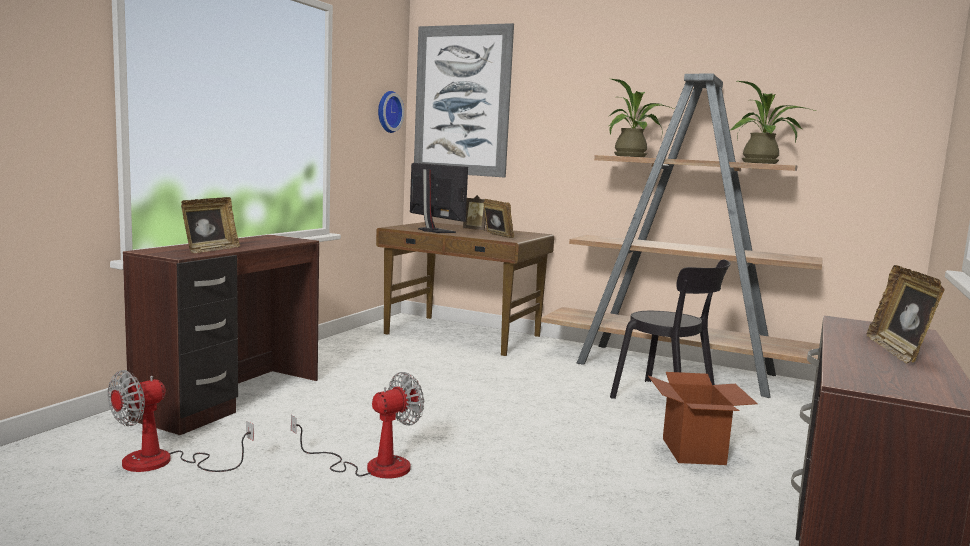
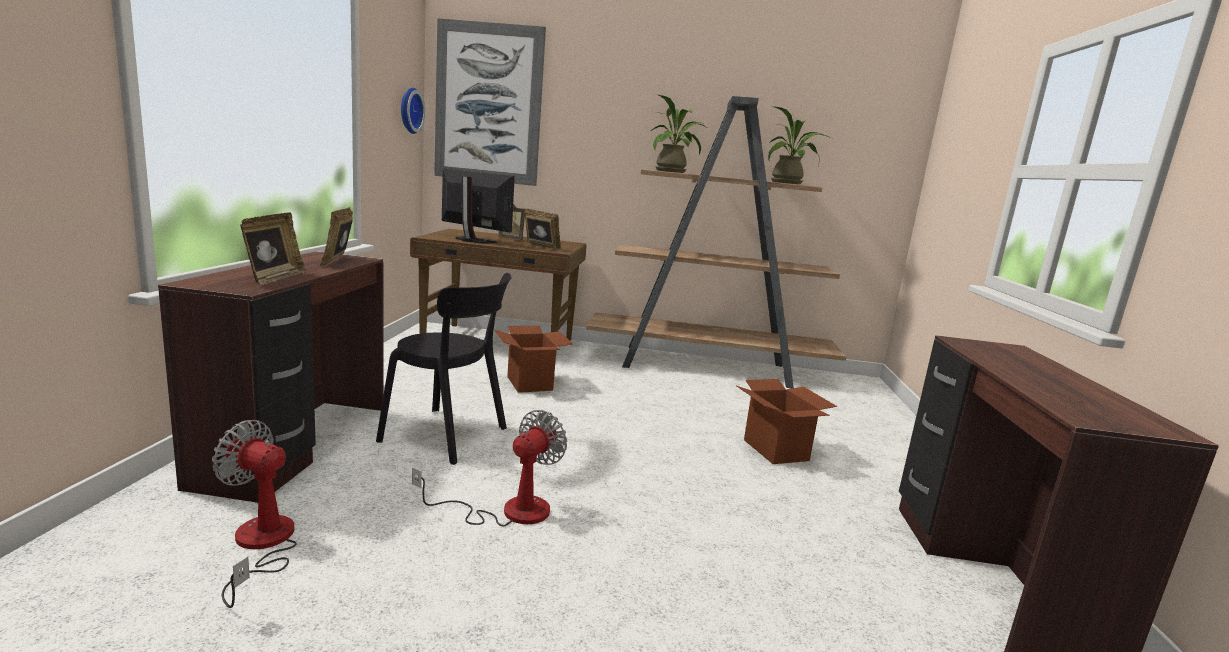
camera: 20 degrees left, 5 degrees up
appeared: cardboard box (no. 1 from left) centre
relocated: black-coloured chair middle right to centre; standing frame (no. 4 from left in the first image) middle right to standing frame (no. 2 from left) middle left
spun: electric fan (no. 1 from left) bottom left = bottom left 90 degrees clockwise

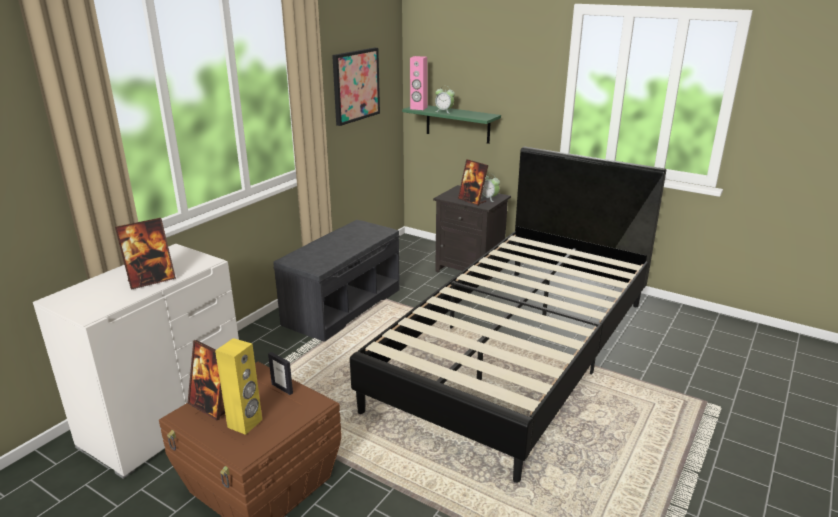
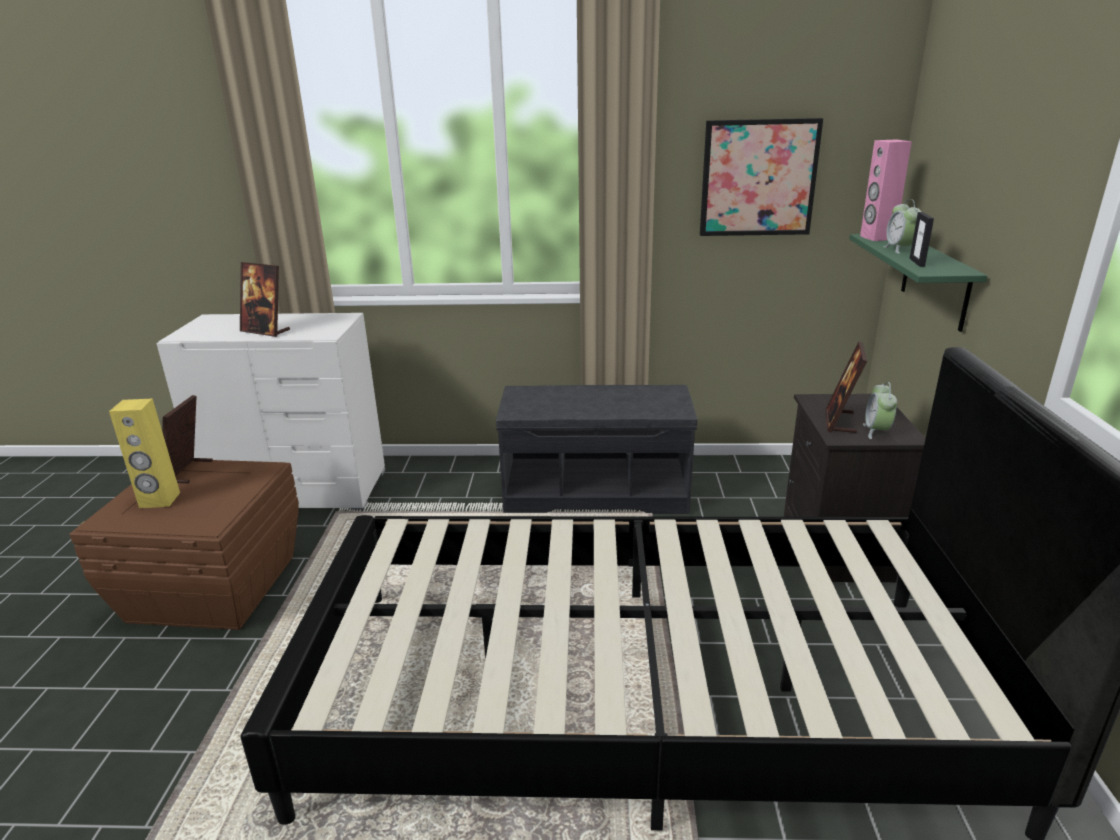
camera: 60 degrees right, 0 degrees up
relocated: standing frame (no. 3 from left in the first image) bottom centre to standing frame (no. 4 from left) top right

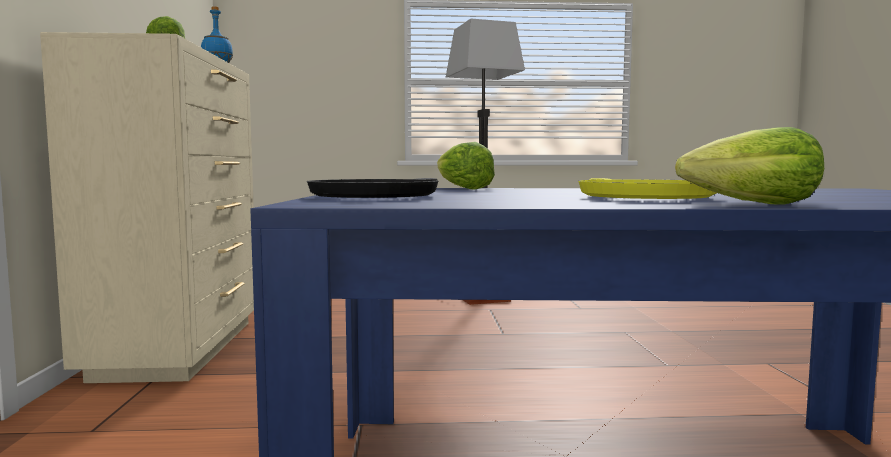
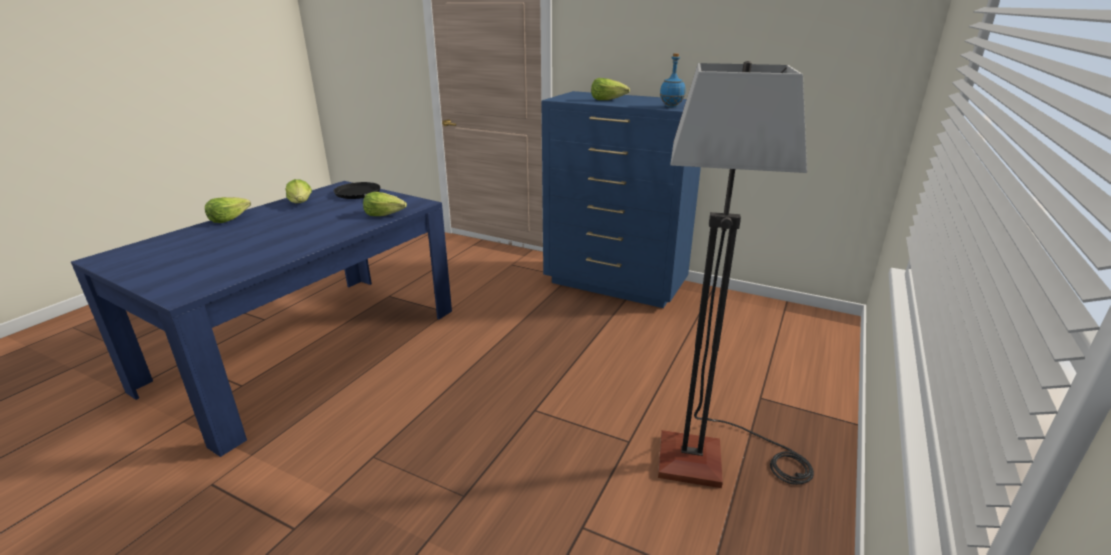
camera: 120 degrees right, 20 degrees up
missing: yellow-coloured pan middle right
appeared: lettuce (no. 2 from left) middle left
colour: beige chest of drawers middle left to bluish chest of drawers centre

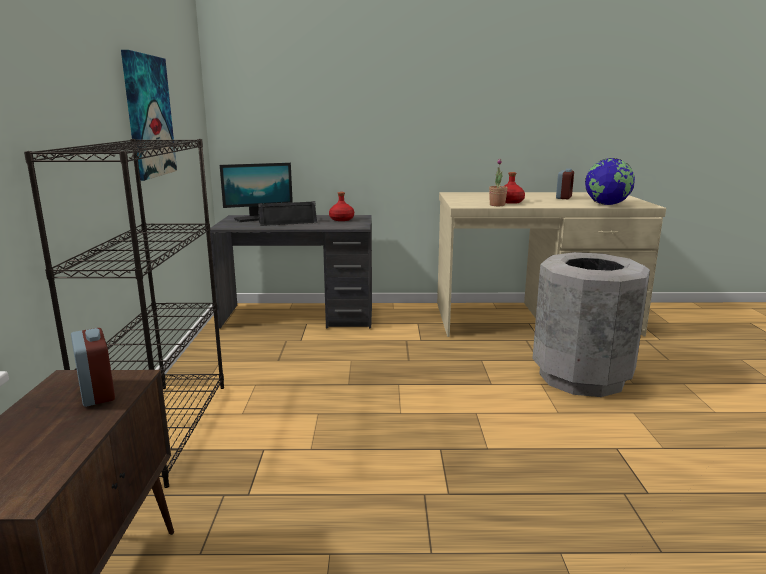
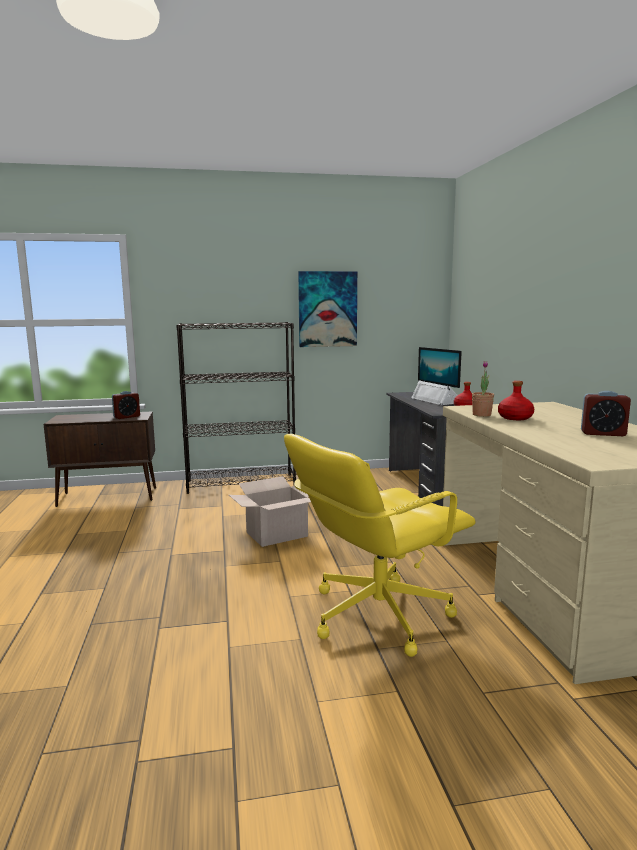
camera: 80 degrees right, 5 degrees down
missing: world globe top right
appeared: cardboard box centre
exchanged: greyish rubbish bin middle right to yellow-coloured desk chair centre
colour: black-coloured audio speaker centre to whitish audio speaker middle right

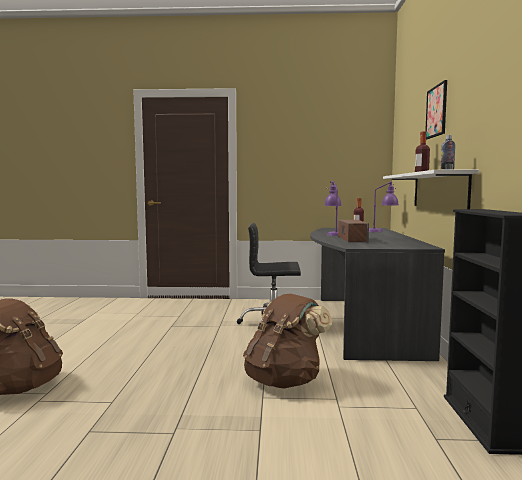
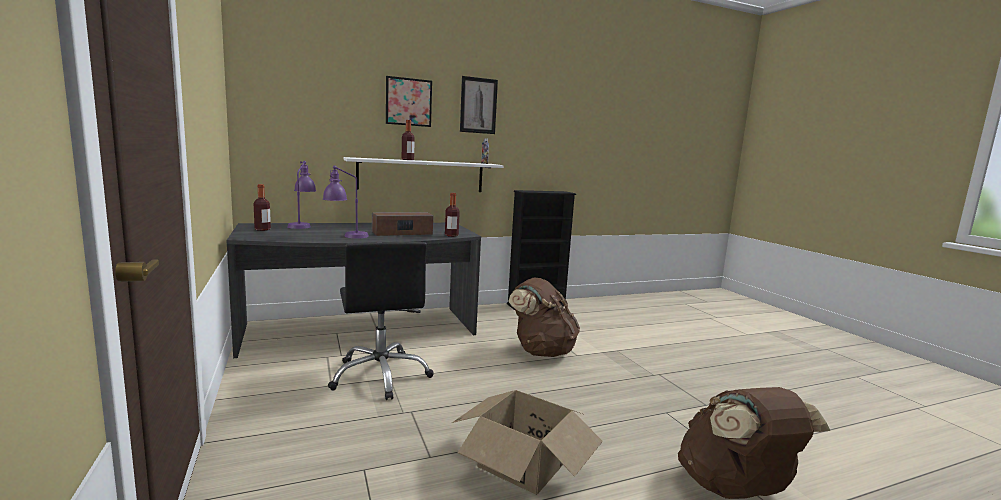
camera: 115 degrees left, 5 degrees up
appeared: drink bottle (no. 3 from left) centre; cardboard box bottom centre; wall art (no. 2 from left) top centre

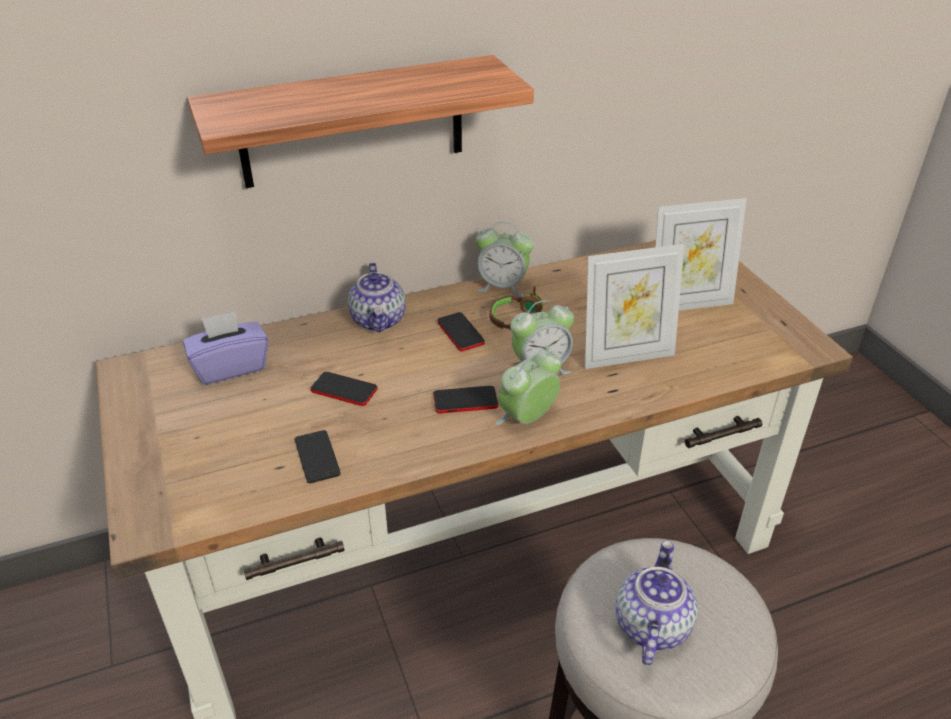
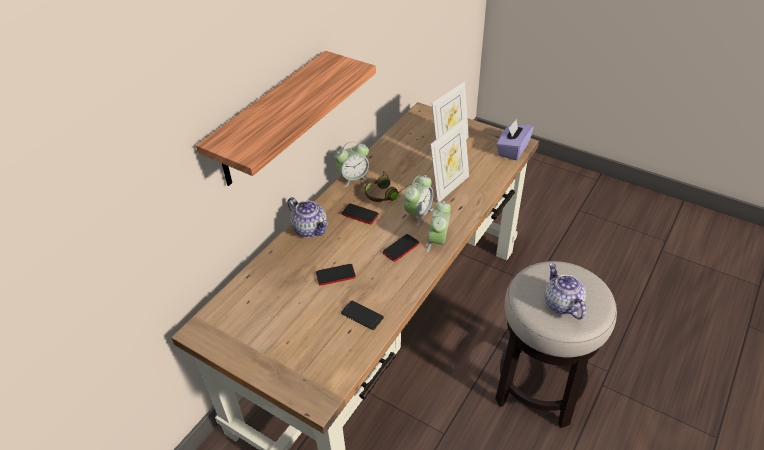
camera: 35 degrees left, 5 degrees up
relocated: purplish box of tissues middle left to top right

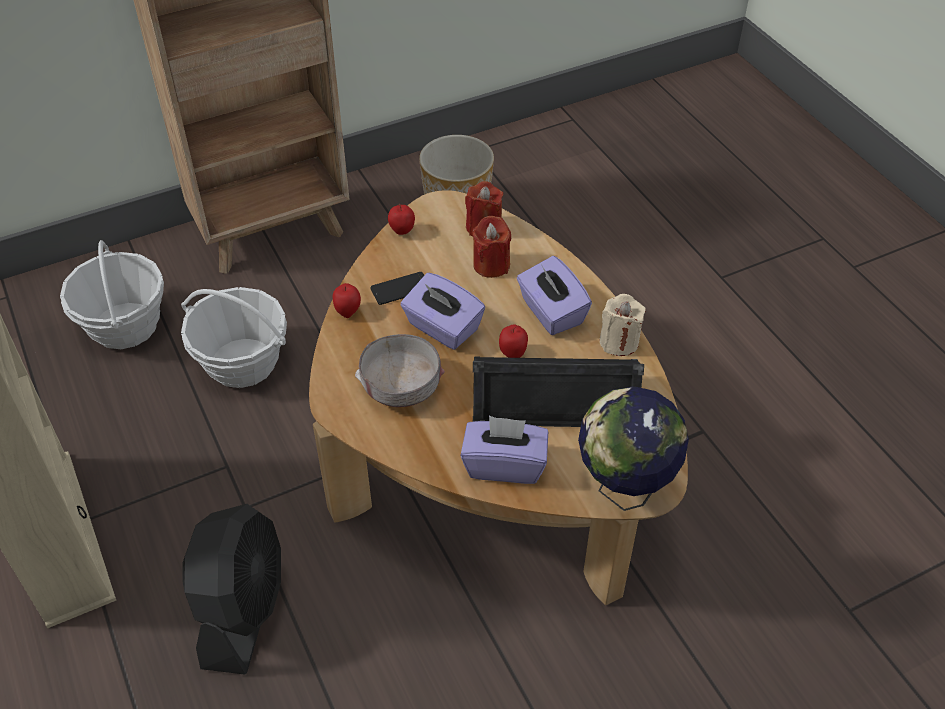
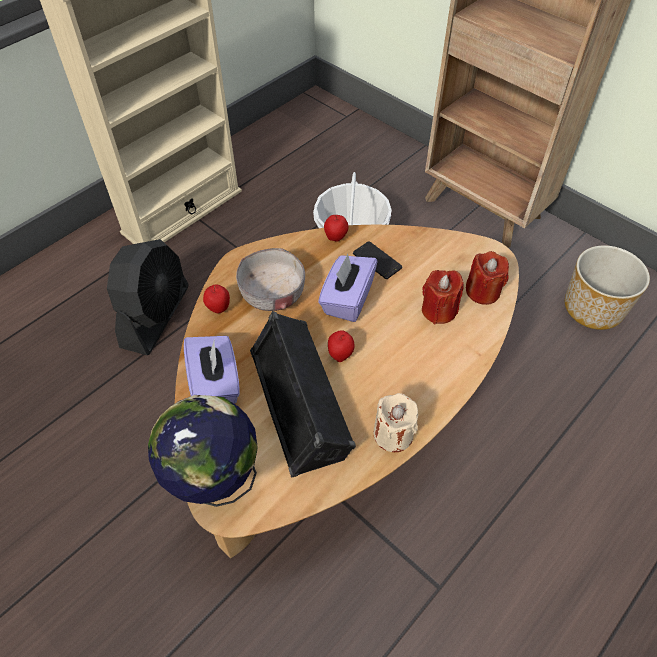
camera: 70 degrees right, 5 degrees up
missing: household basket (no. 1 from left) middle left; purplish box of tissues (no. 3 from left) centre
relocated: whole apple (no. 2 from left in the first image) top centre to whole apple (no. 1 from left) middle left
spun: black-coloured electric fan bottom left = middle left 60 degrees counterclockwise

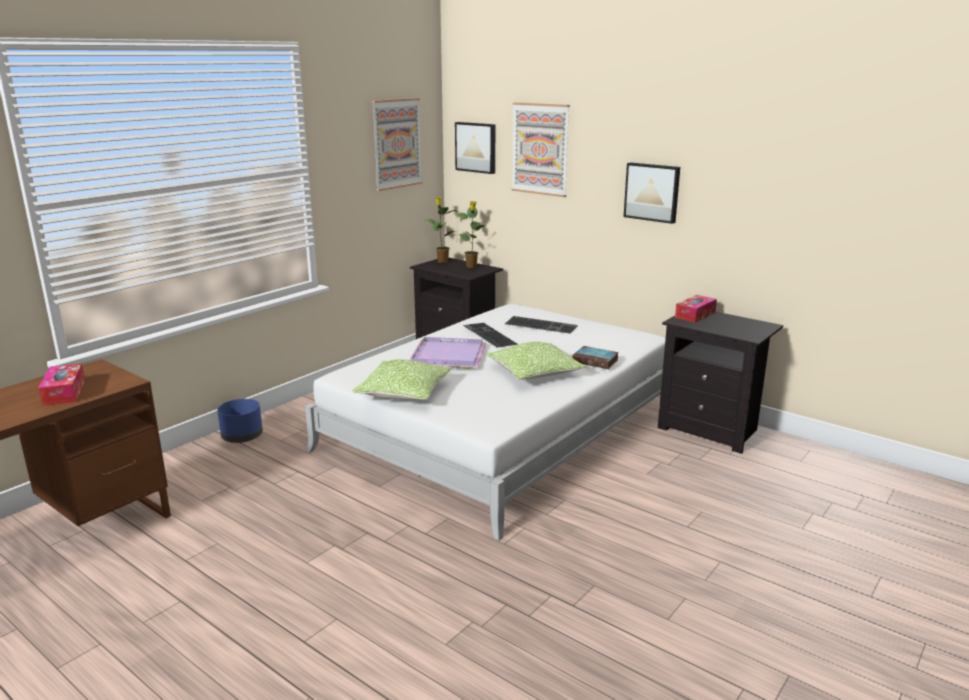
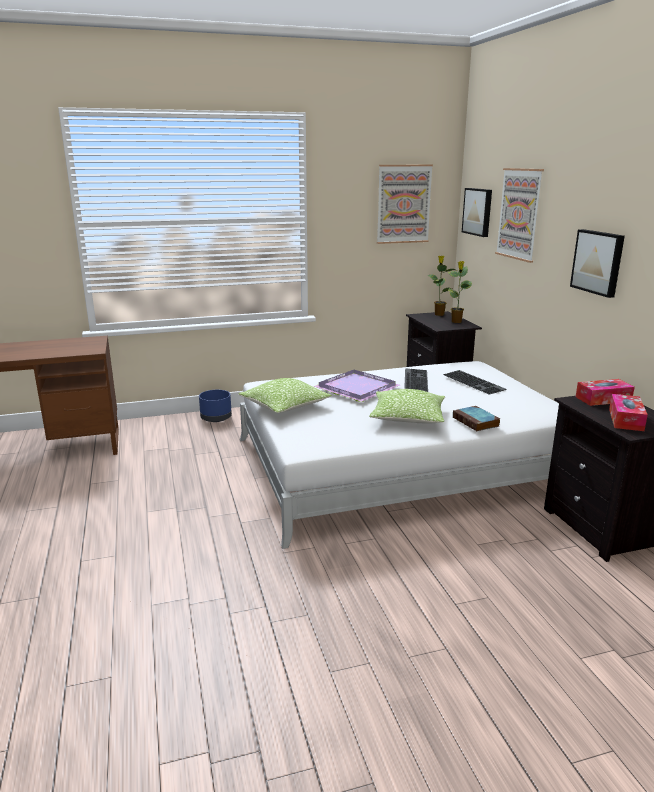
camera: 35 degrees right, 0 degrees up
relocated: box of tissues (no. 1 from left in the first image) middle left to box of tissues (no. 2 from left) middle right

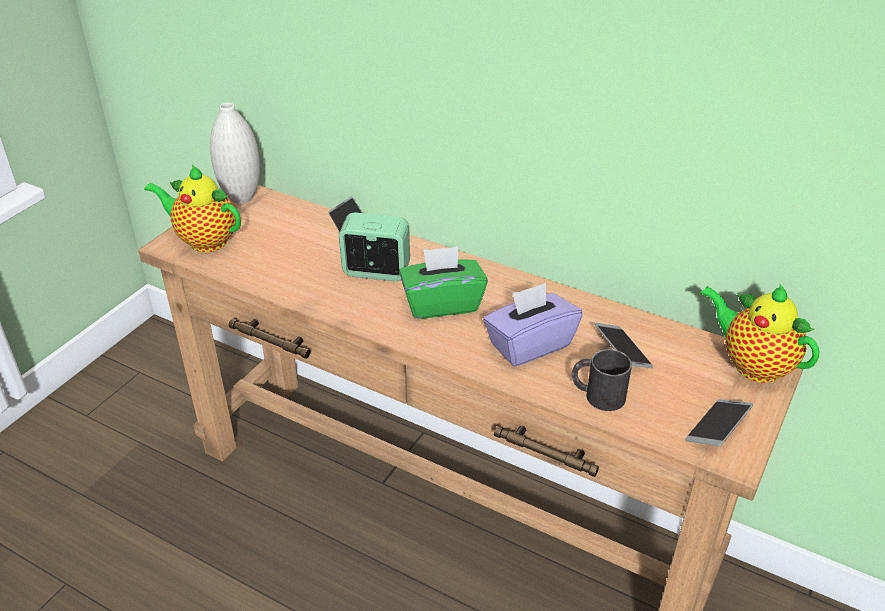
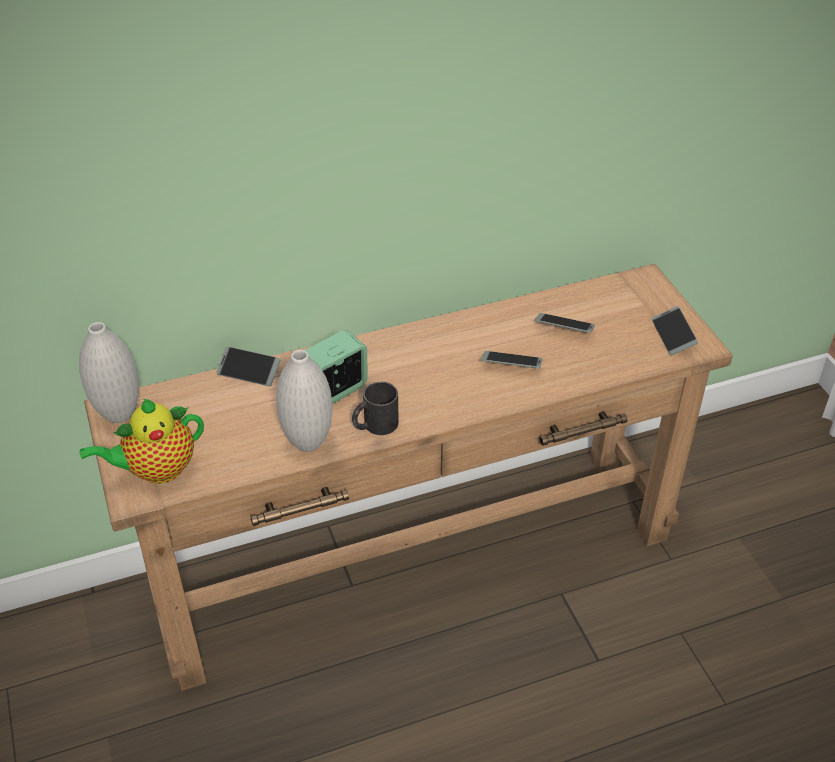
camera: 50 degrees left, 5 degrees up
missing: greenish box of tissues centre; teapot (no. 2 from left) middle right
appeared: whitish decorative vase (no. 2 from left) centre
relocated: black-coloured mug middle right to centre
exchanged: purplish box of tissues centre to telephone (no. 2 from left) centre

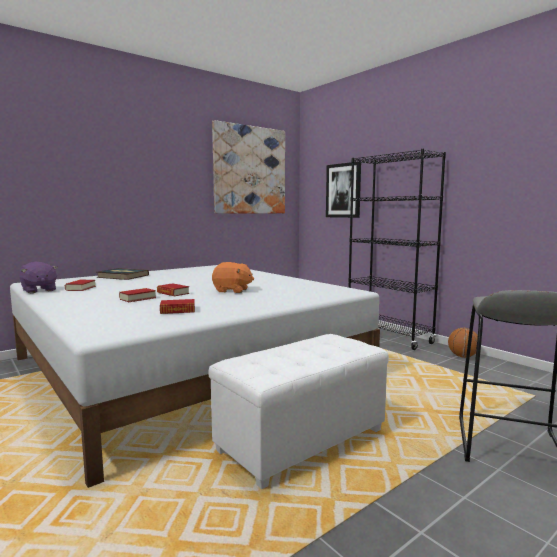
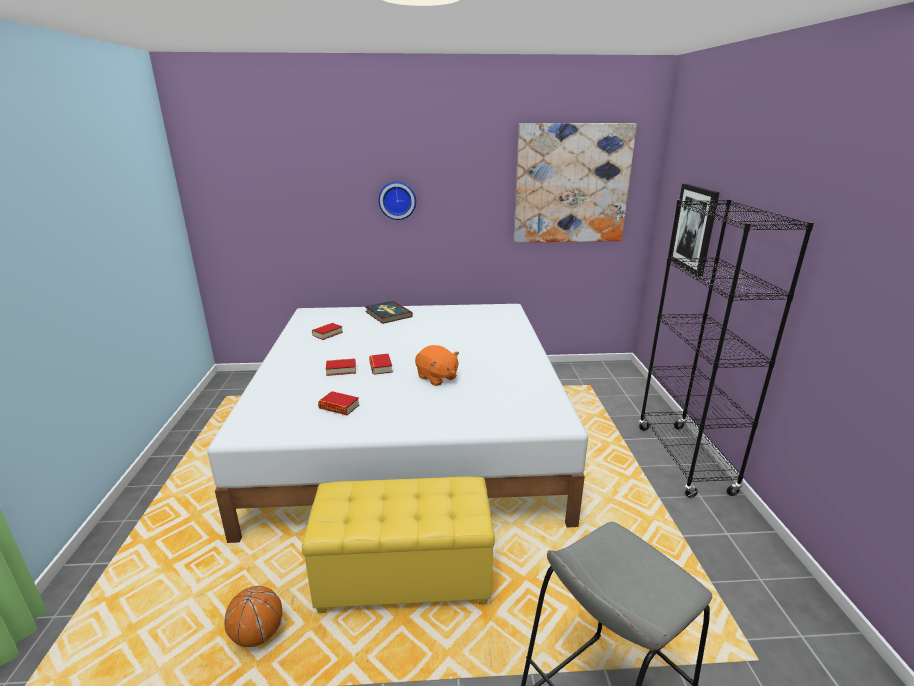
camera: 35 degrees right, 15 degrees up
missing: purplish cuddly toy middle left
appeared: clock on the wall top centre
relocated: basketball ball middle right to bottom left
colour: whitish footrest bottom centre to yellow-coloured footrest bottom centre

